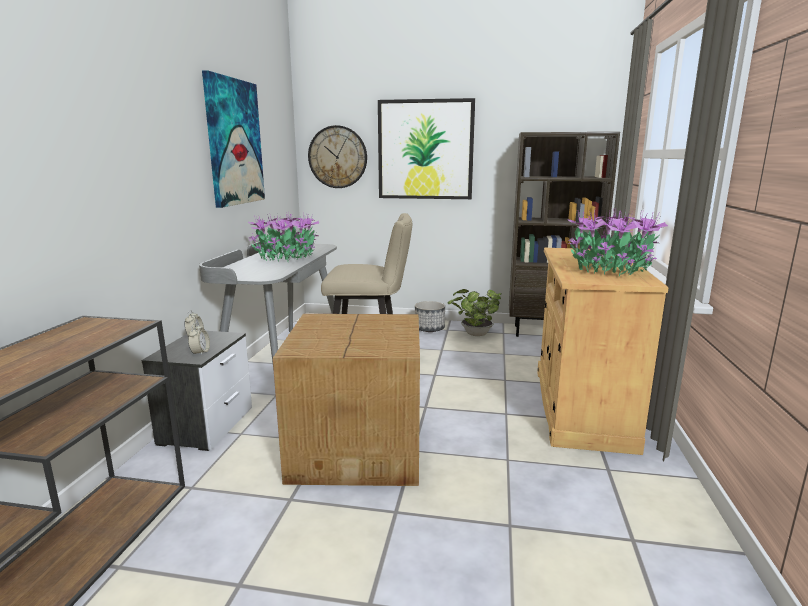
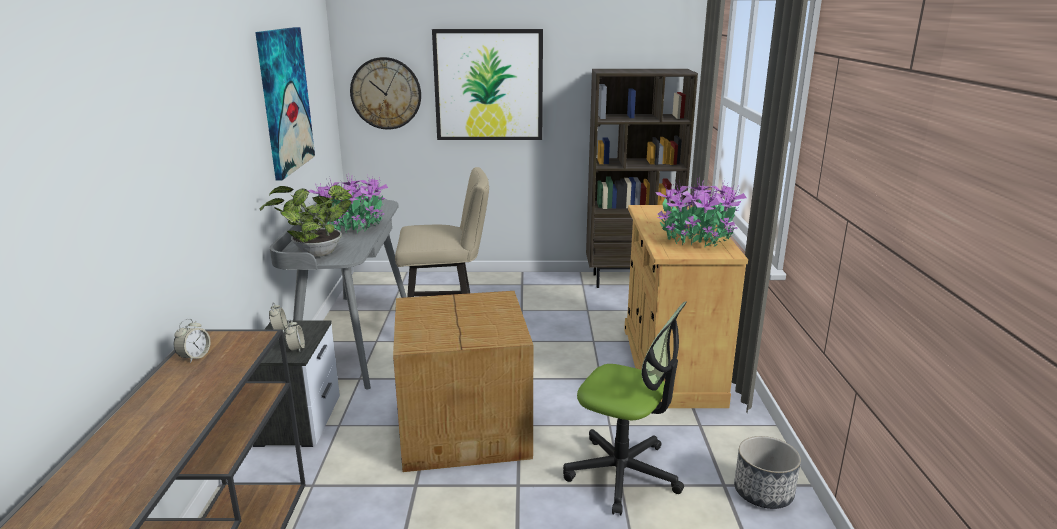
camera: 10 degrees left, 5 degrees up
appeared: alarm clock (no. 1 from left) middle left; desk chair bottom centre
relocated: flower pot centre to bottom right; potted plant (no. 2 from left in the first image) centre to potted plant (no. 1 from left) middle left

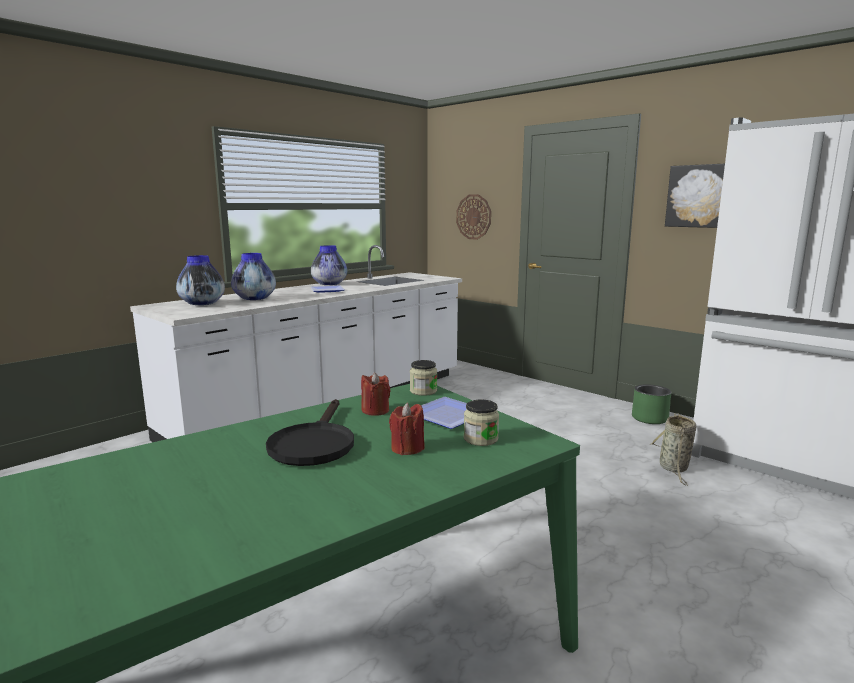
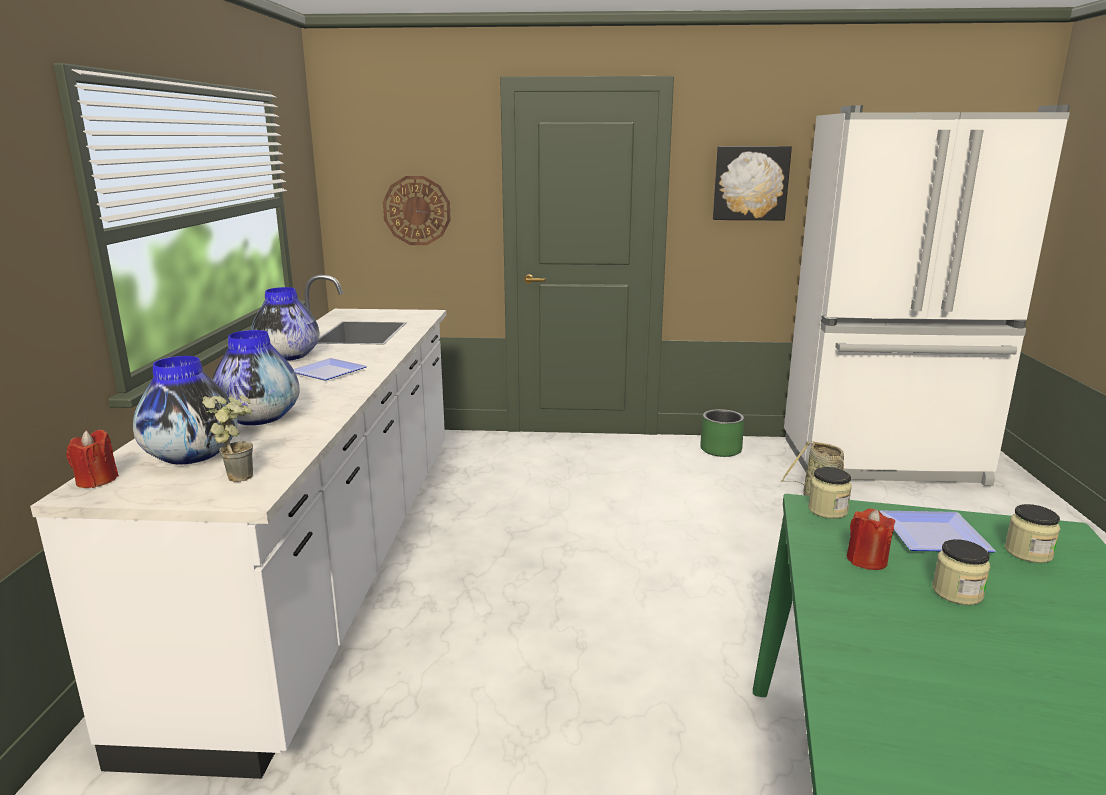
camera: 40 degrees left, 5 degrees up
missing: black-coloured pan centre
appeared: potted plant middle left; storage jar (no. 2 from left) bottom right
relocated: red-coloured candle (no. 2 from left in the first image) centre to red-coloured candle (no. 1 from left) middle left

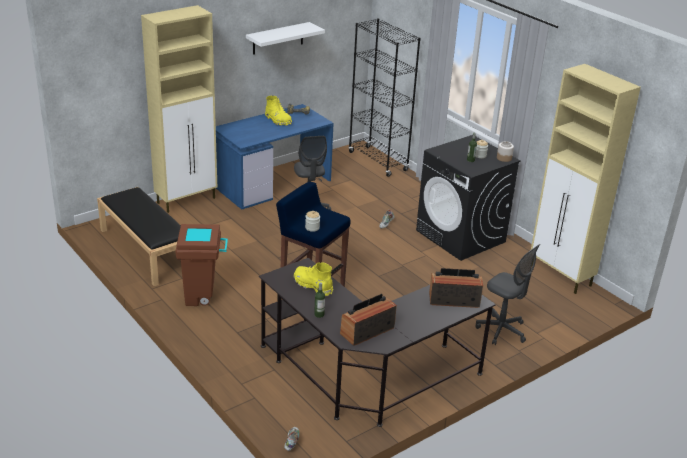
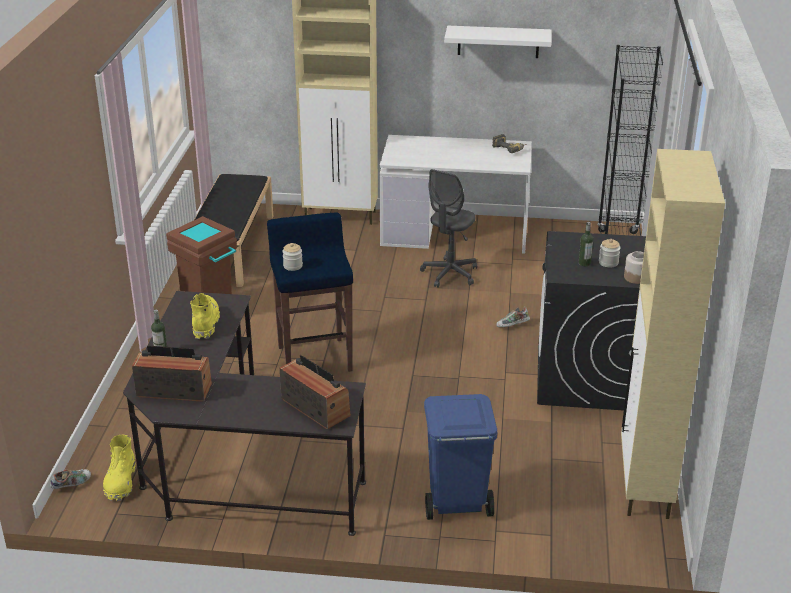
camera: 45 degrees right, 0 degrees up
relocated: yellow-coloured tall boot (no. 1 from left) top centre to bottom left
exchanged: greyish desk chair (no. 2 from left) middle right to bluish rubbish bin bottom centre
colour: bluish desk centre to whitish desk top centre

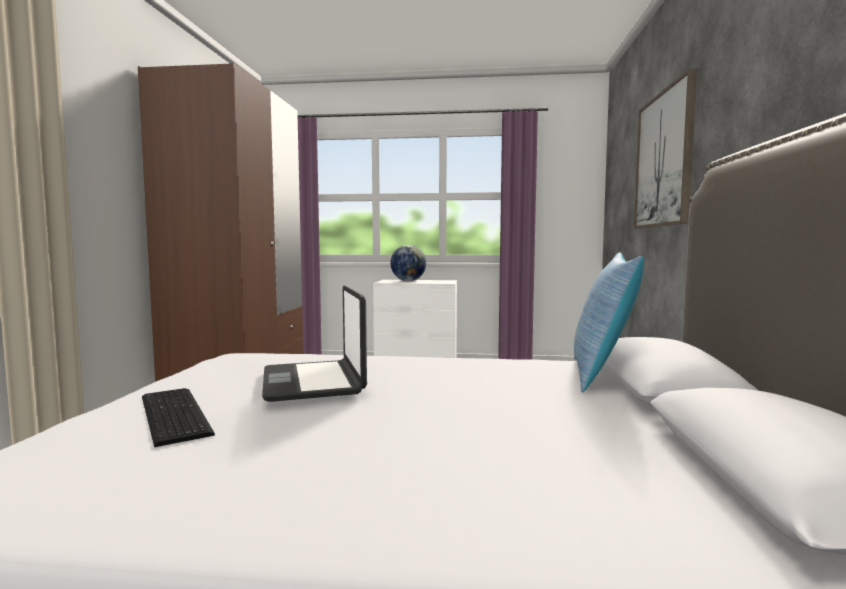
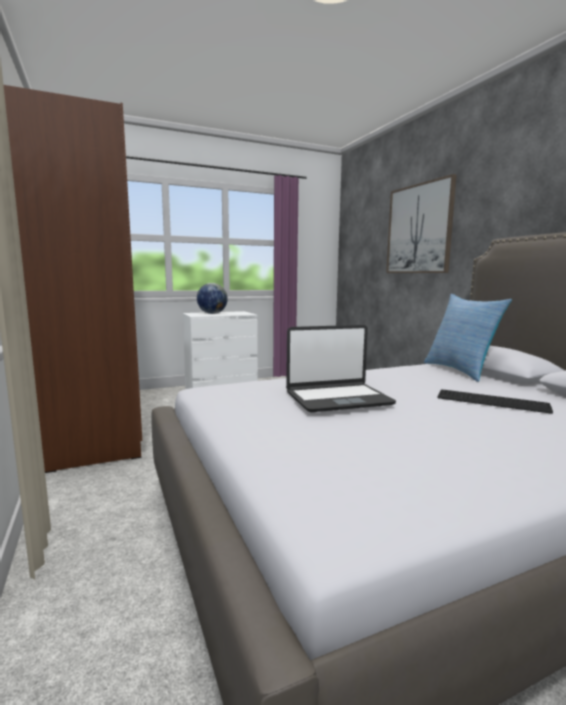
camera: 30 degrees left, 5 degrees up
relocated: PC keyboard bottom left to middle right
spun: portable computer centre = centre 60 degrees counterclockwise

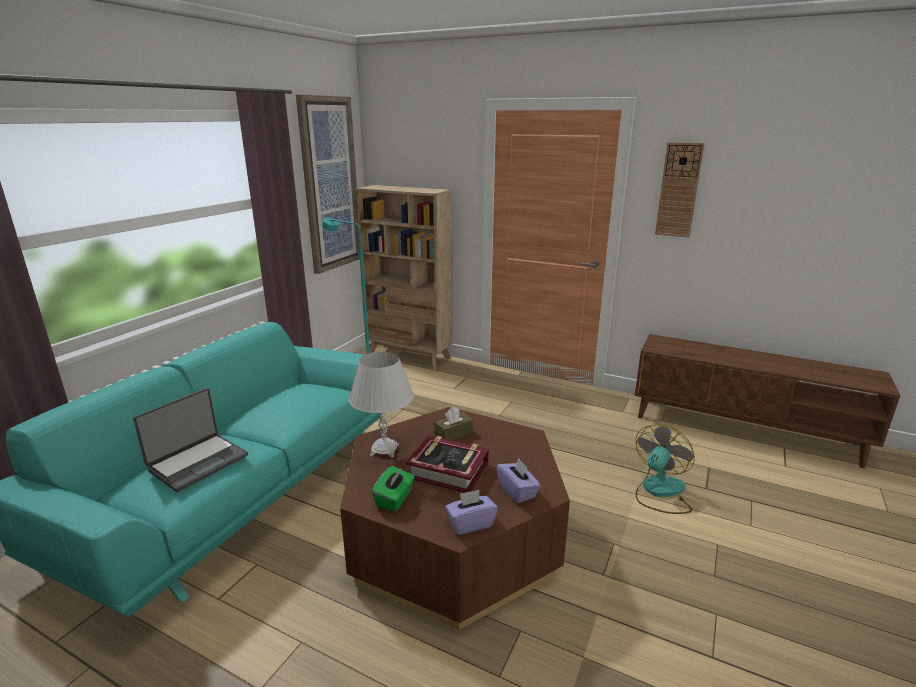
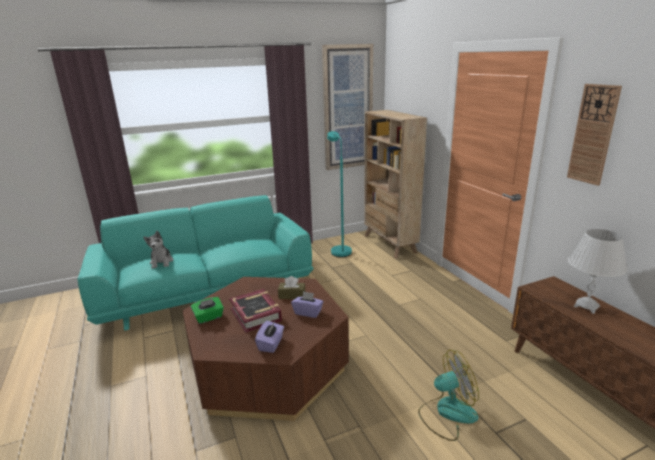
camera: 40 degrees right, 0 degrees up
relocated: whitish table lamp centre to middle right; purplish box of tissues (no. 1 from left in the first image) bottom centre to purplish box of tissues (no. 2 from left) centre
exchanged: portable computer middle left to cuddly toy middle left

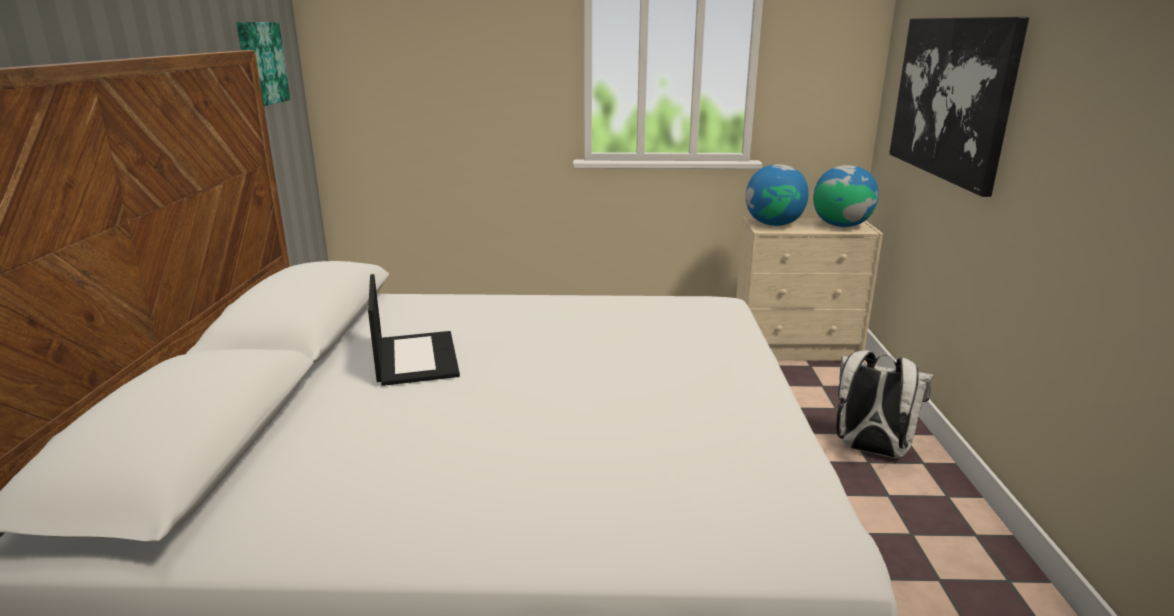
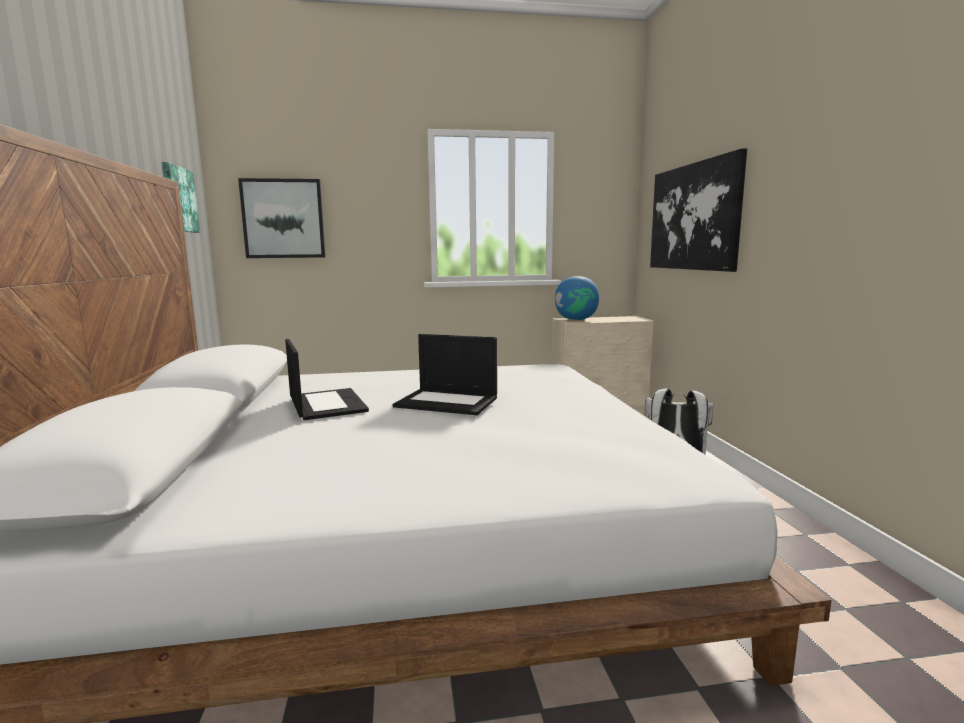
camera: 10 degrees left, 10 degrees down
missing: world globe (no. 2 from left) top right
appeared: wall art (no. 2 from left) top left; portable computer (no. 2 from left) centre

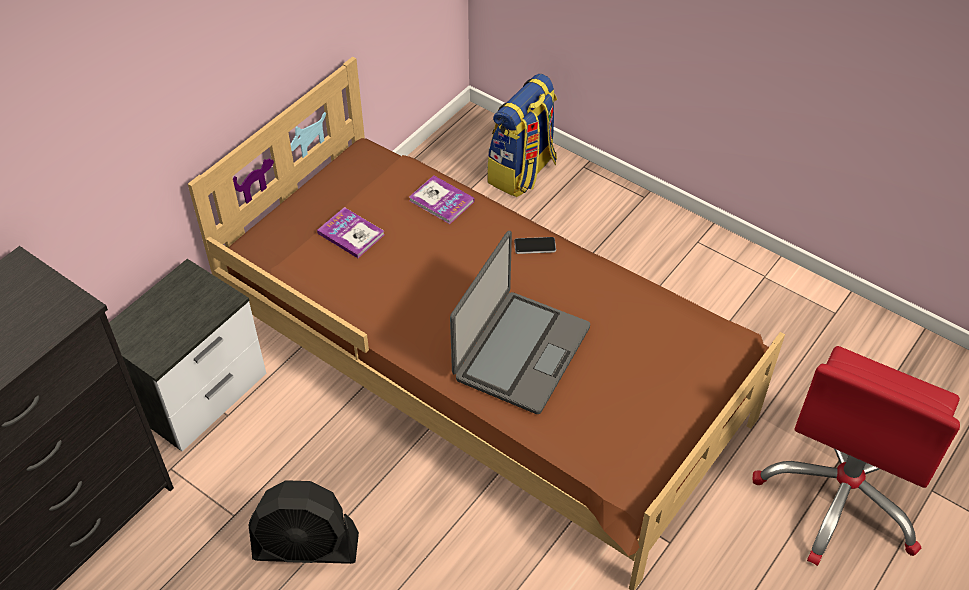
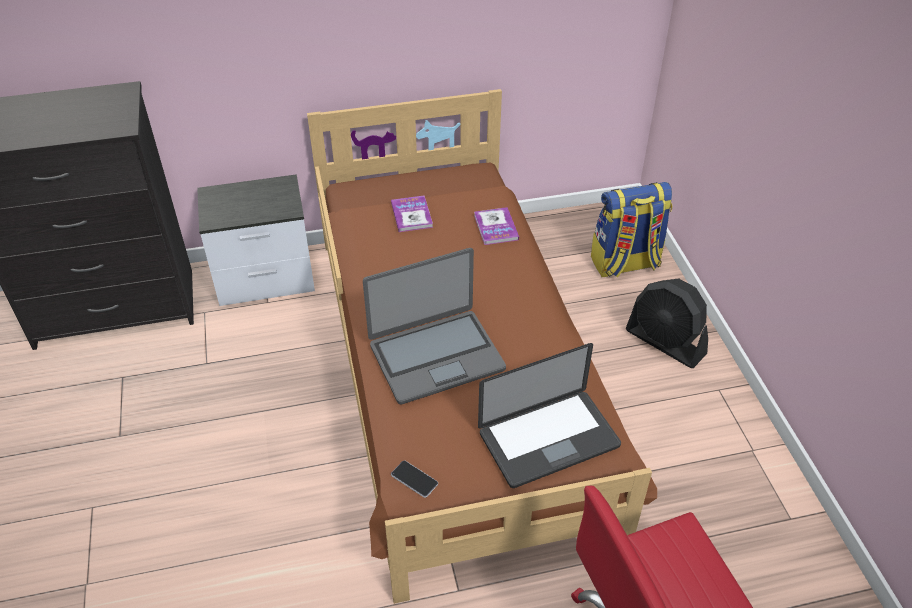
camera: 40 degrees right, 5 degrees down
appeared: portable computer (no. 2 from left) bottom centre
relocated: black-coloured electric fan bottom left to middle right; telephone centre to bottom centre

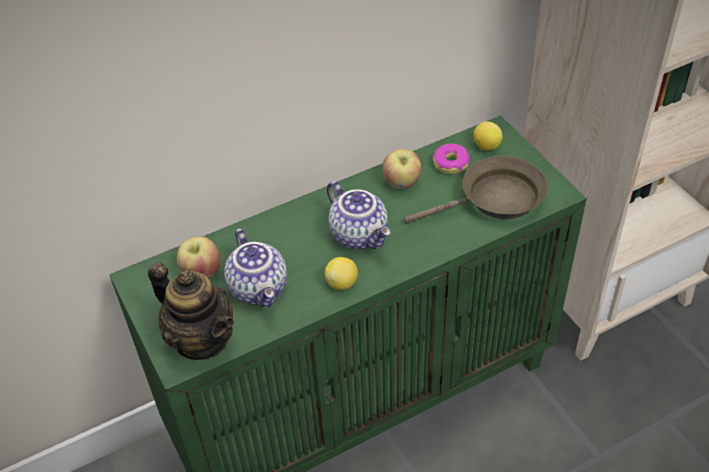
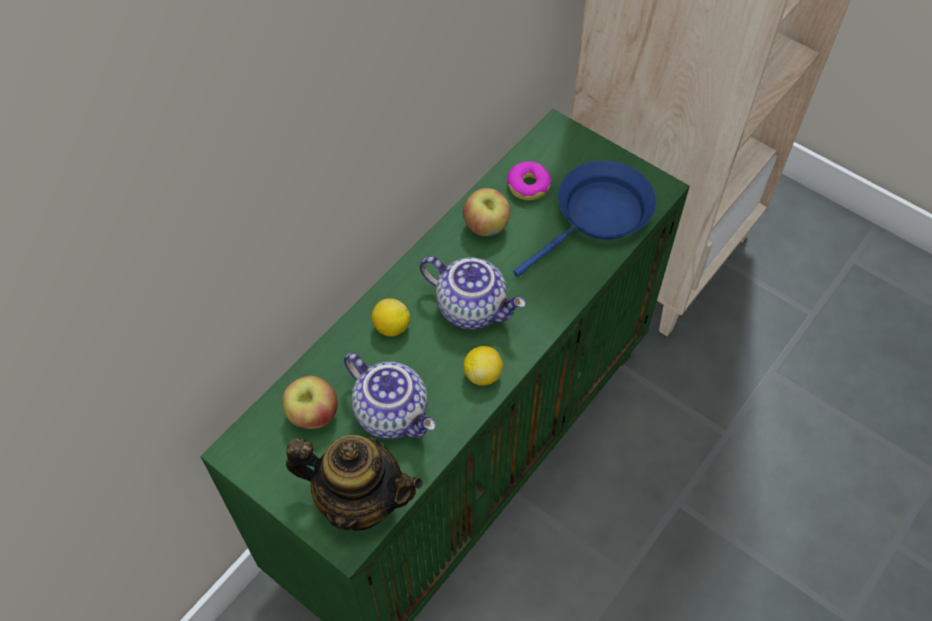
camera: 25 degrees left, 10 degrees up
relocated: whole lemon (no. 2 from left in the first image) top right to whole lemon (no. 1 from left) centre
colour: brown pan middle right to bluish pan centre

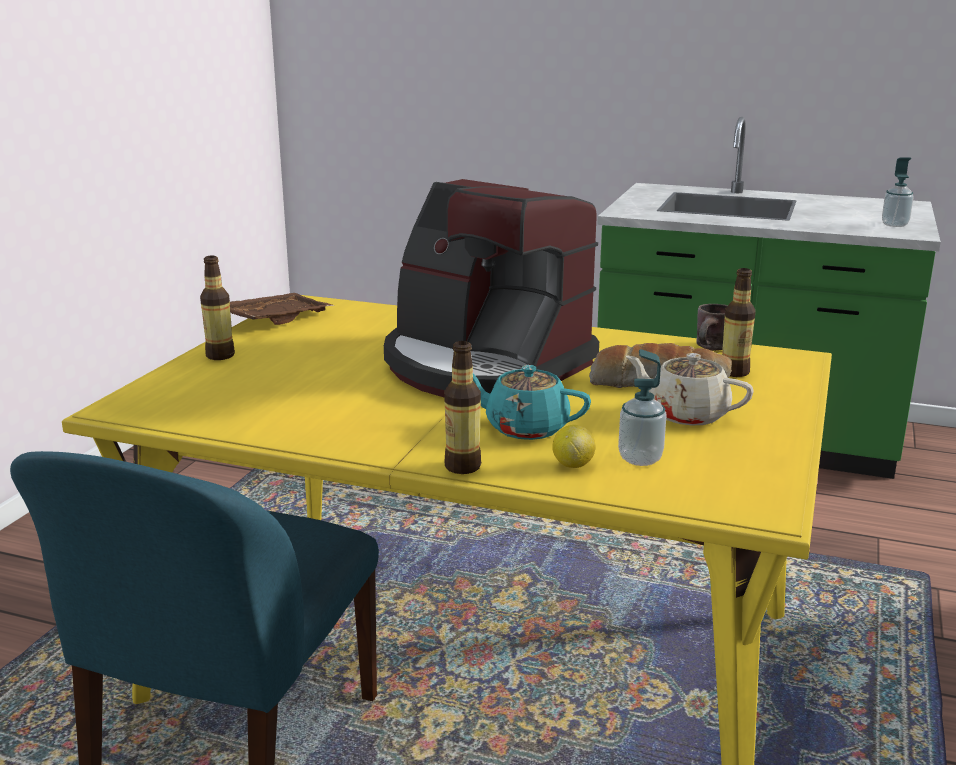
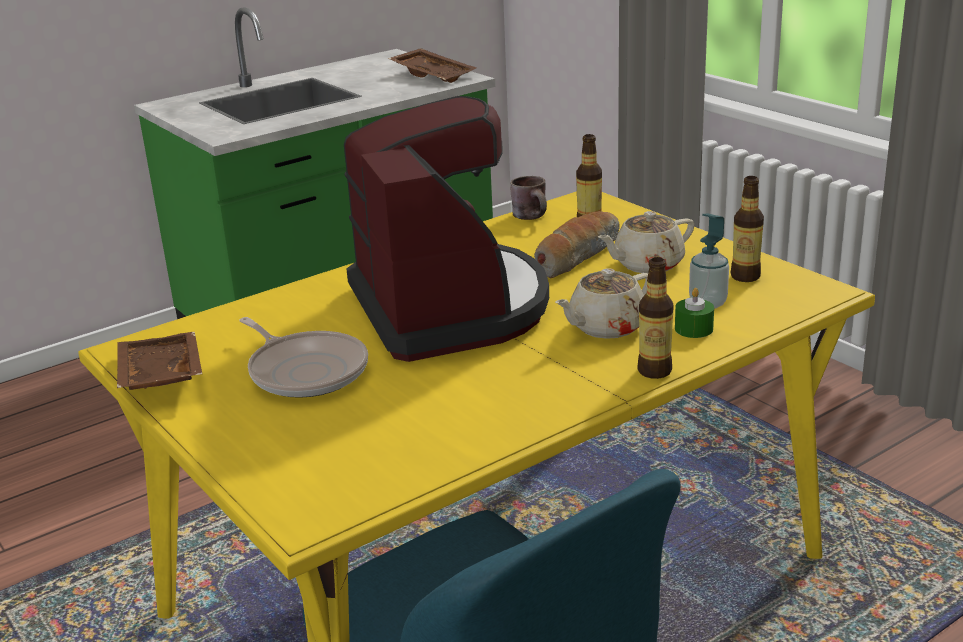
camera: 55 degrees left, 5 degrees up
appeared: pan middle left
relocated: drink bottle (no. 1 from left in the first image) middle left to drink bottle (no. 3 from left) middle right
exchanged: whole lemon centre to greenish candle middle right; liquid soap bottle (no. 2 from left) top right to brown carrying tray (no. 2 from left) top centre
colour: turquoise-coloured teapot centre to beige teapot (no. 1 from left) centre
spun: coffee machine centre = centre 90 degrees counterclockwise

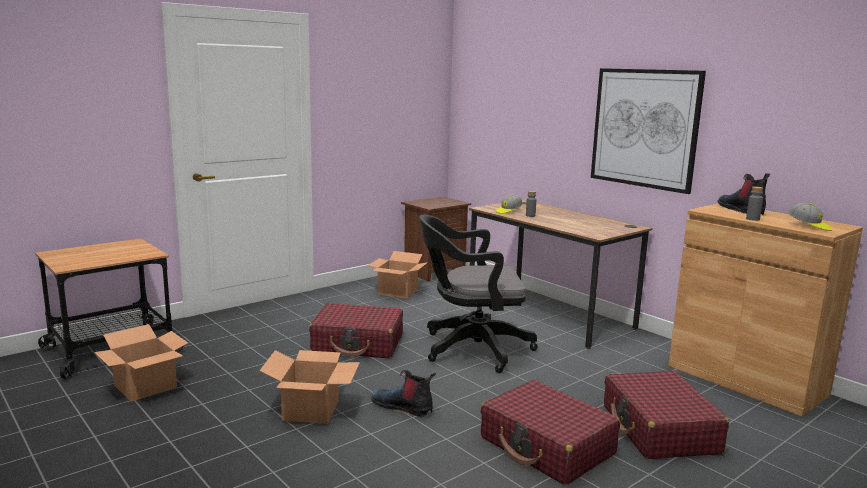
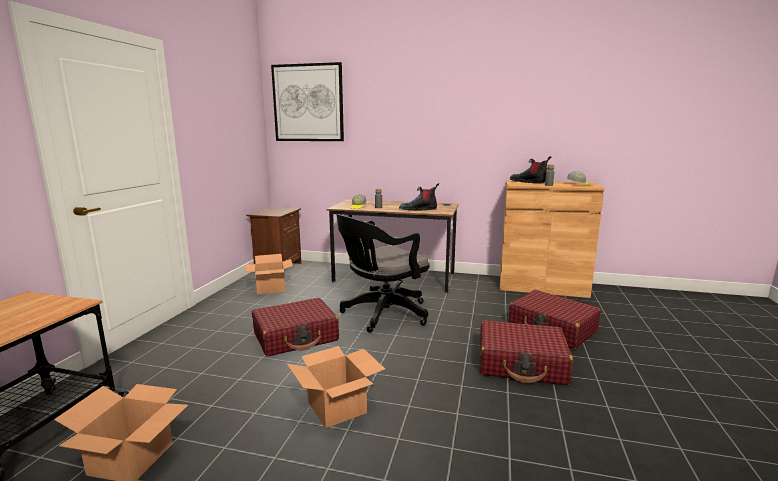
camera: 35 degrees left, 0 degrees up
relocated: tall boot (no. 1 from left) bottom centre to centre; wall art top right to top centre

